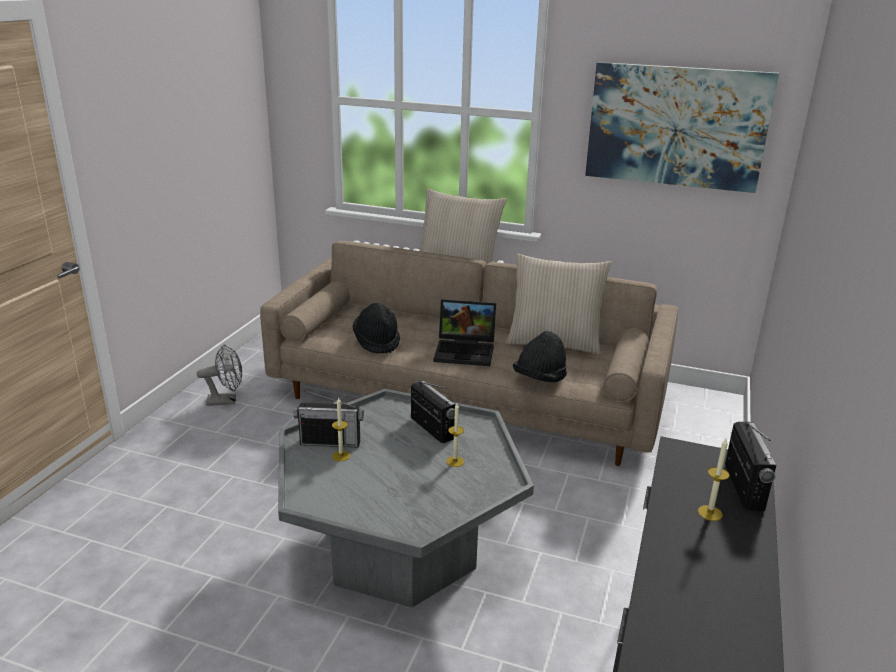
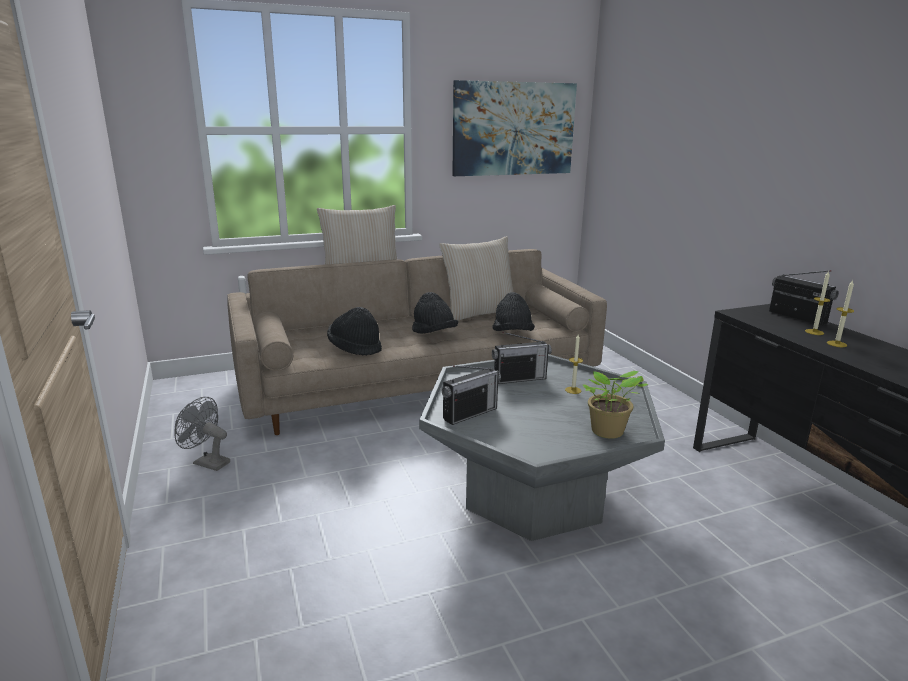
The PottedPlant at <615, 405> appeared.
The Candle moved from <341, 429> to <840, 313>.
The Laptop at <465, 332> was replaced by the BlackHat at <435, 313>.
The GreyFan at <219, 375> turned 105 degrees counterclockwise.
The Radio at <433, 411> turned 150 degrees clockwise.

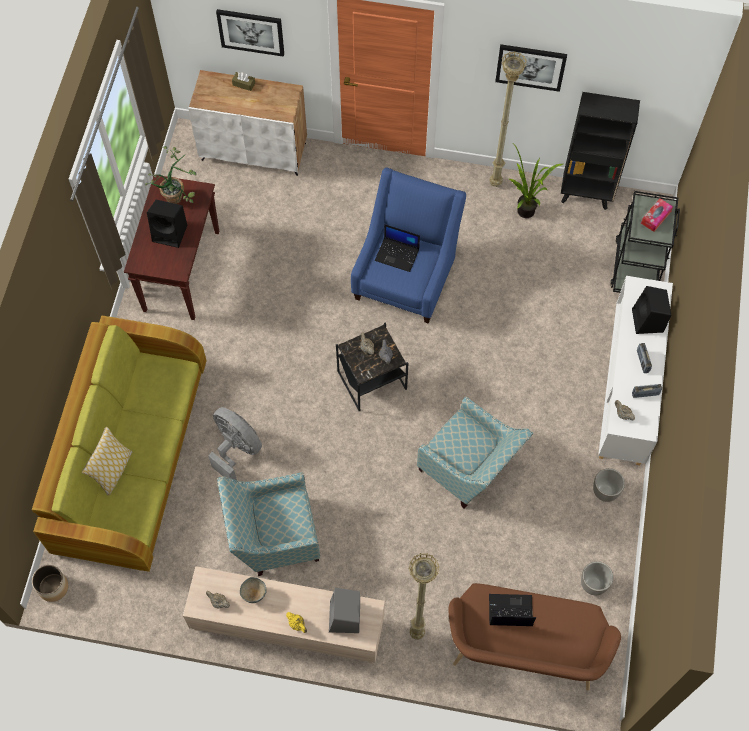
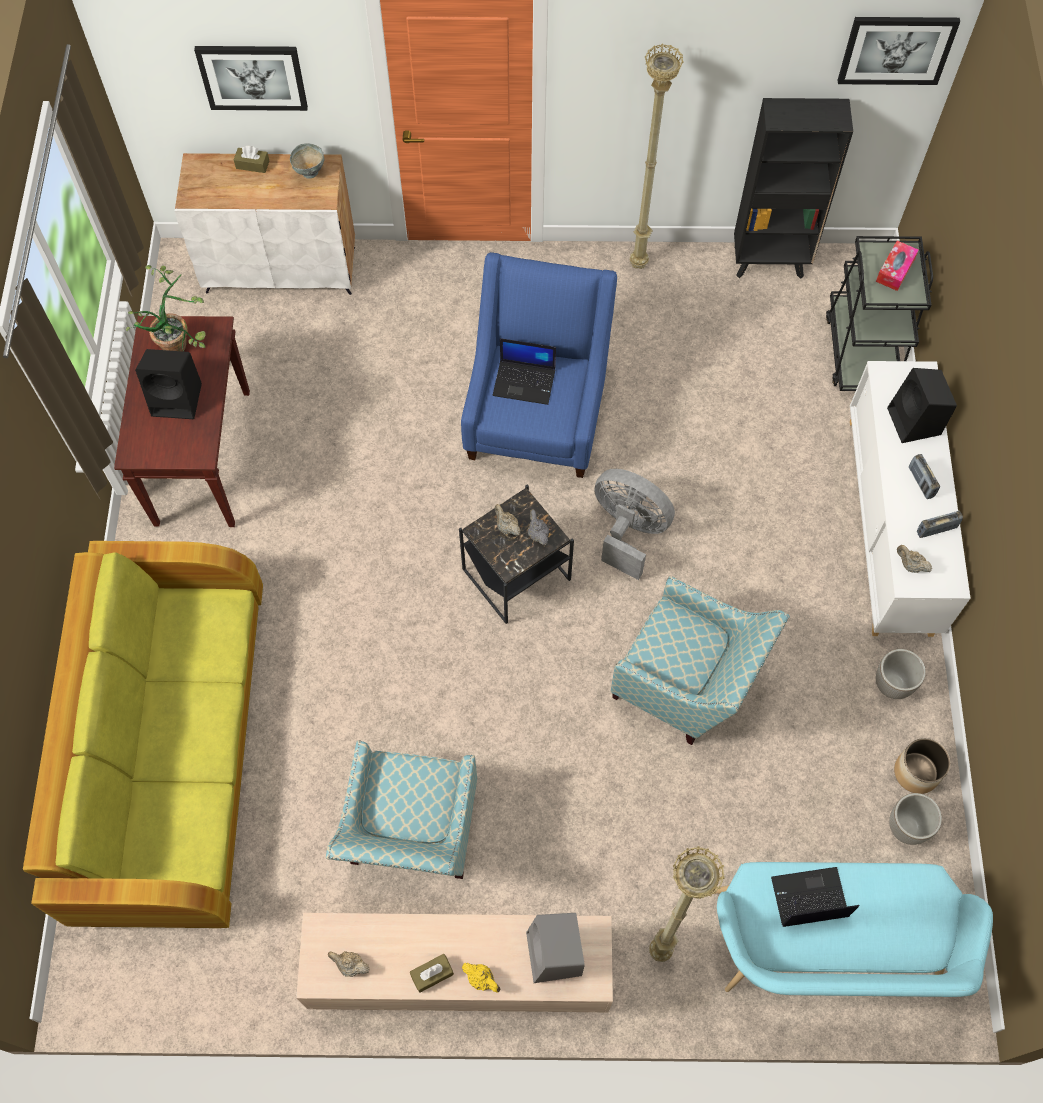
The Pillow at <107, 461> disappeared.
The PottedPlant at <536, 181> disappeared.
The BrownTissueBox at <432, 973> appeared.
The Planter moved from <50, 583> to <922, 766>.
The GreyFan moved from <235, 443> to <634, 524>.
The GreyBowl moved from <253, 590> to <307, 161>.
The Picture moved from <531, 68> to <899, 51>.
The BrownBench at <535, 636> became the TurquoiseBench at <852, 929>.
The Armchair at <268, 524> turned 60 degrees counterclockwise.

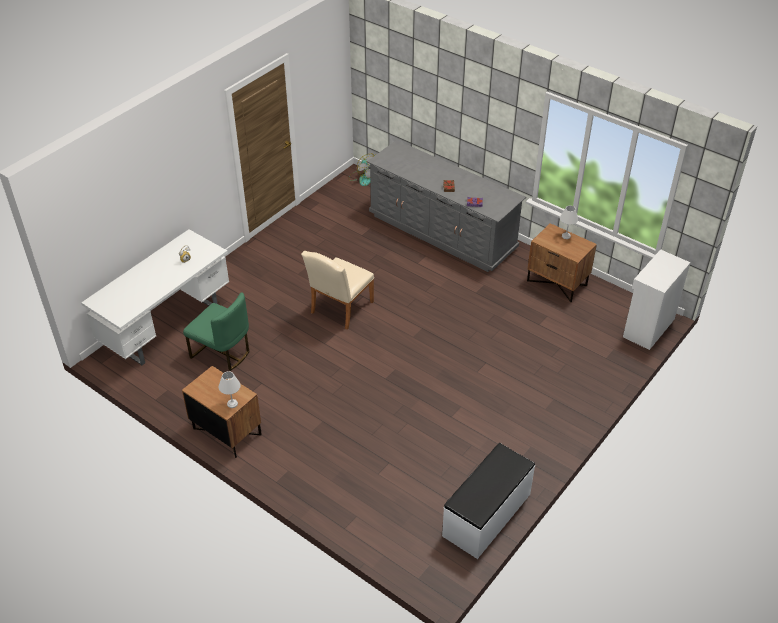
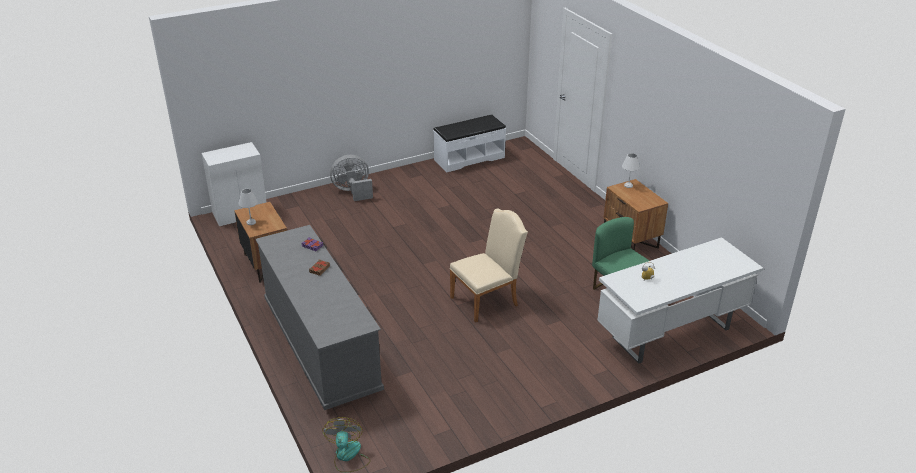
The GreyFan at <351, 178> appeared.

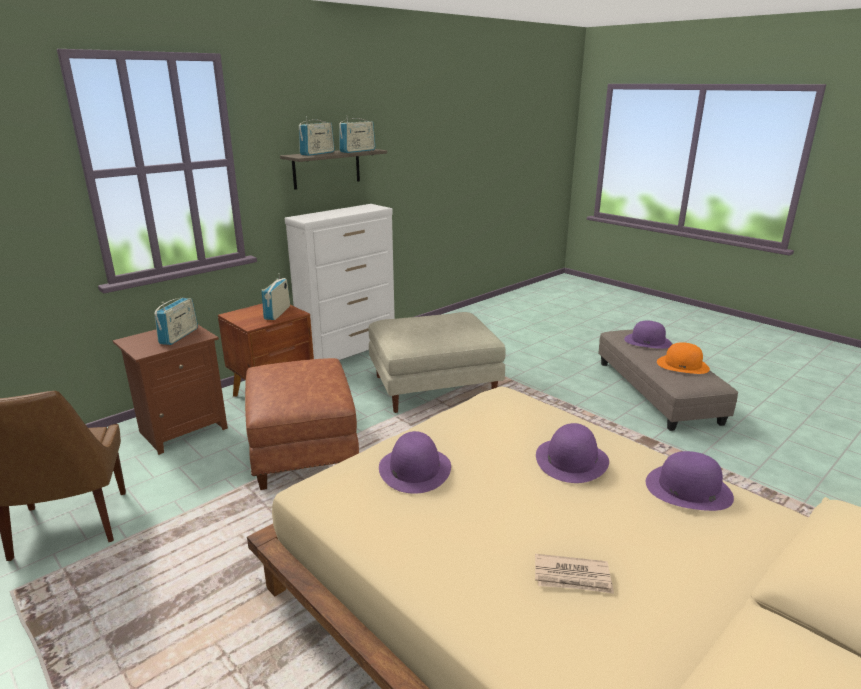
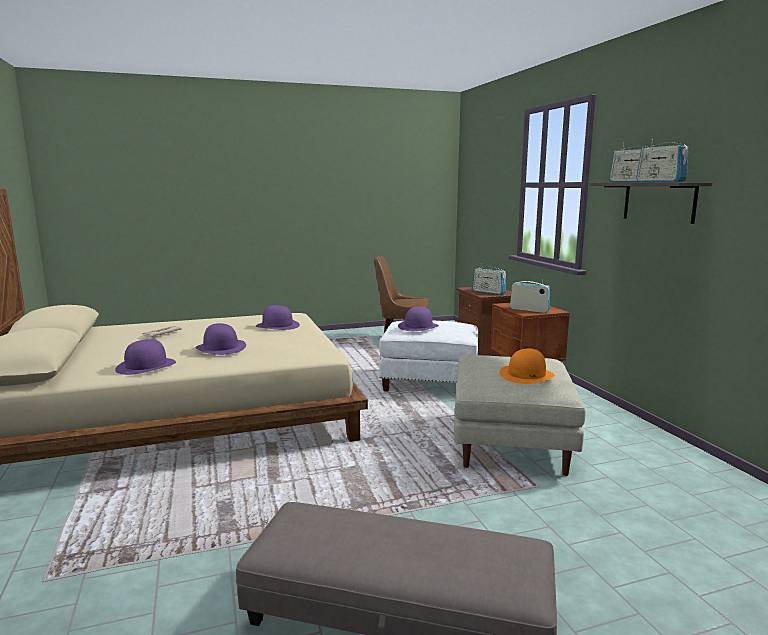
The WhiteDresser at <340, 282> disappeared.
The PurpleHat moved from <648, 335> to <418, 319>.
The OrangeHat moved from <683, 358> to <527, 366>.
The BrownOttoman at <302, 424> became the WhiteOttoman at <428, 356>.

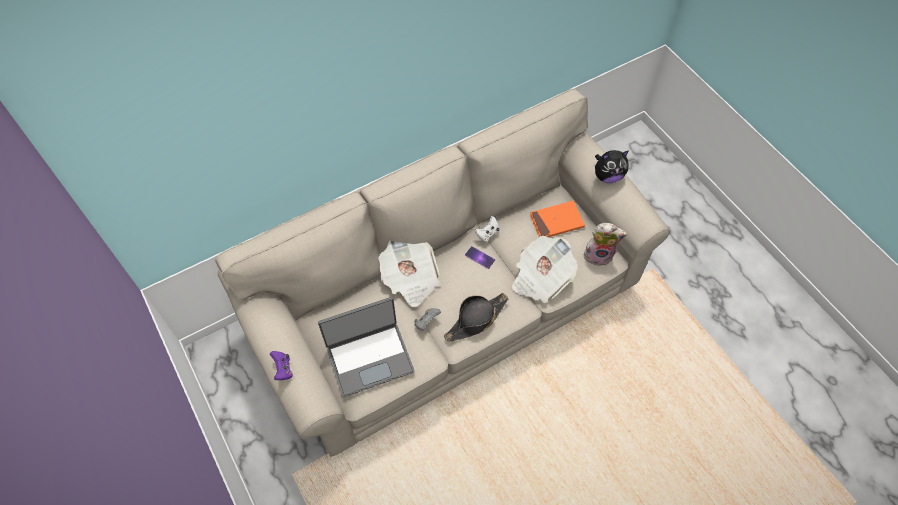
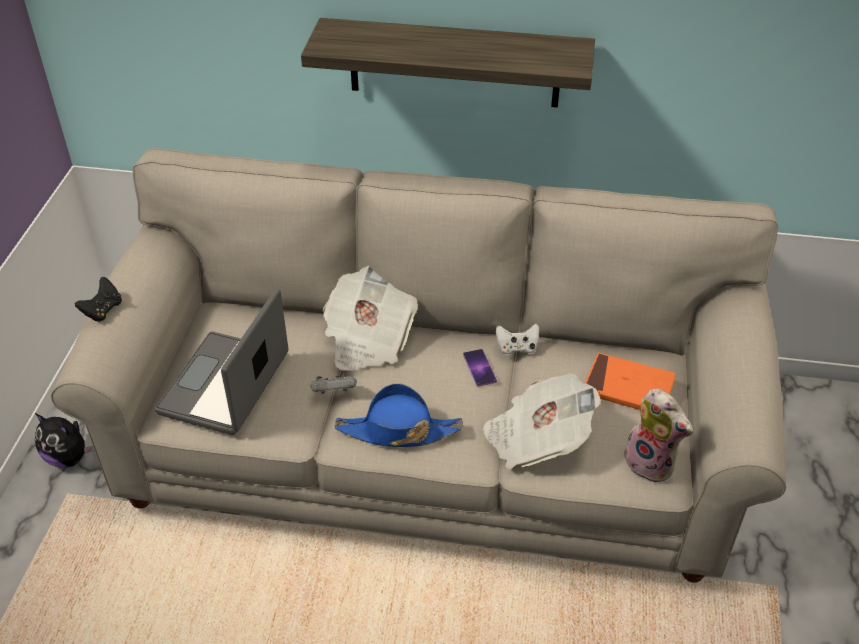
The Shelf at <448, 63> appeared.
The PlushToy moved from <612, 166> to <65, 440>.
The PurpleGameController at <281, 365> became the BlackGameController at <98, 299>.
The BlackHat at <476, 317> became the BlueHat at <399, 415>.
The Laptop at <366, 347> turned 90 degrees clockwise.

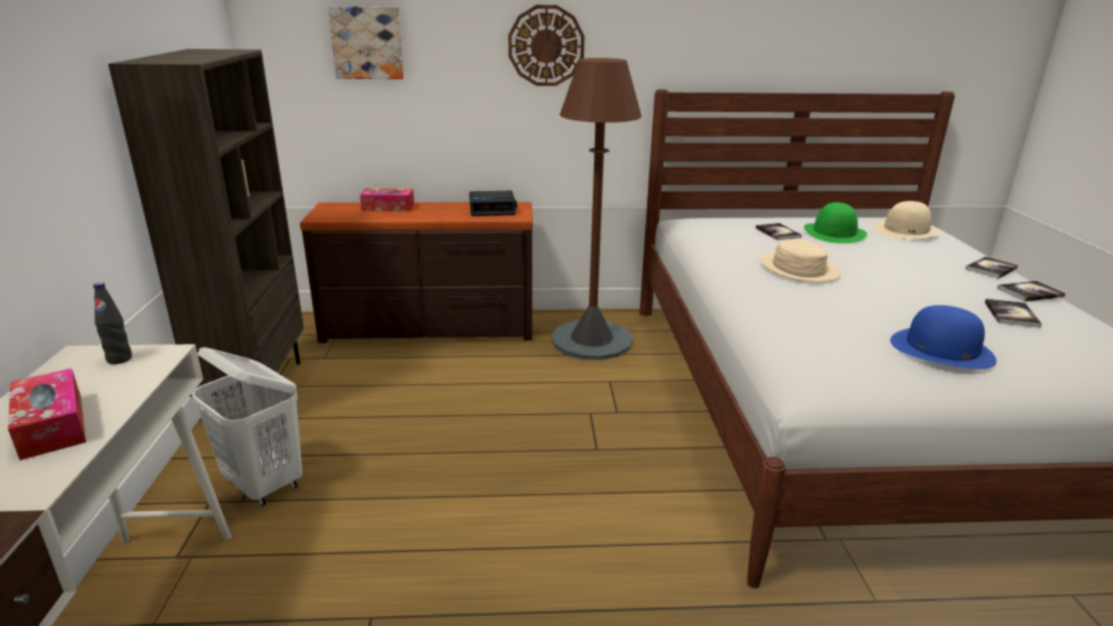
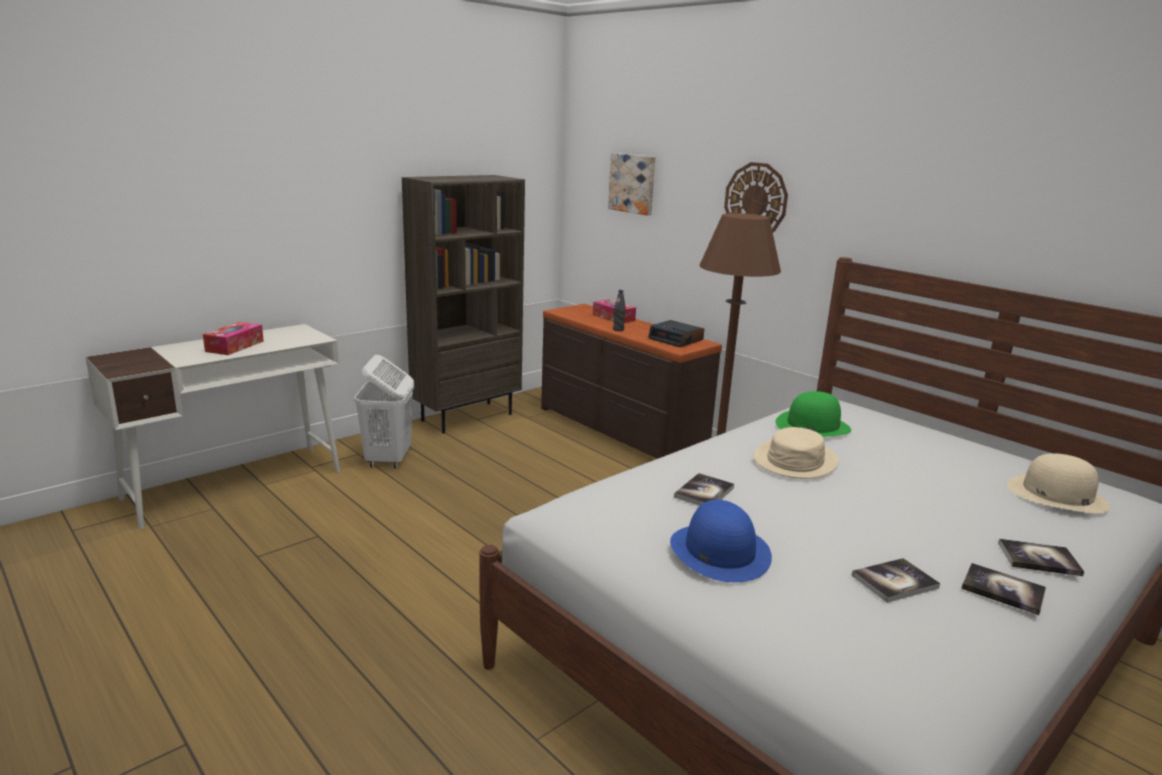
The BlackBottle moved from <112, 323> to <619, 310>.
The Book moved from <779, 231> to <704, 489>.
The GreenHat moved from <835, 223> to <813, 414>.

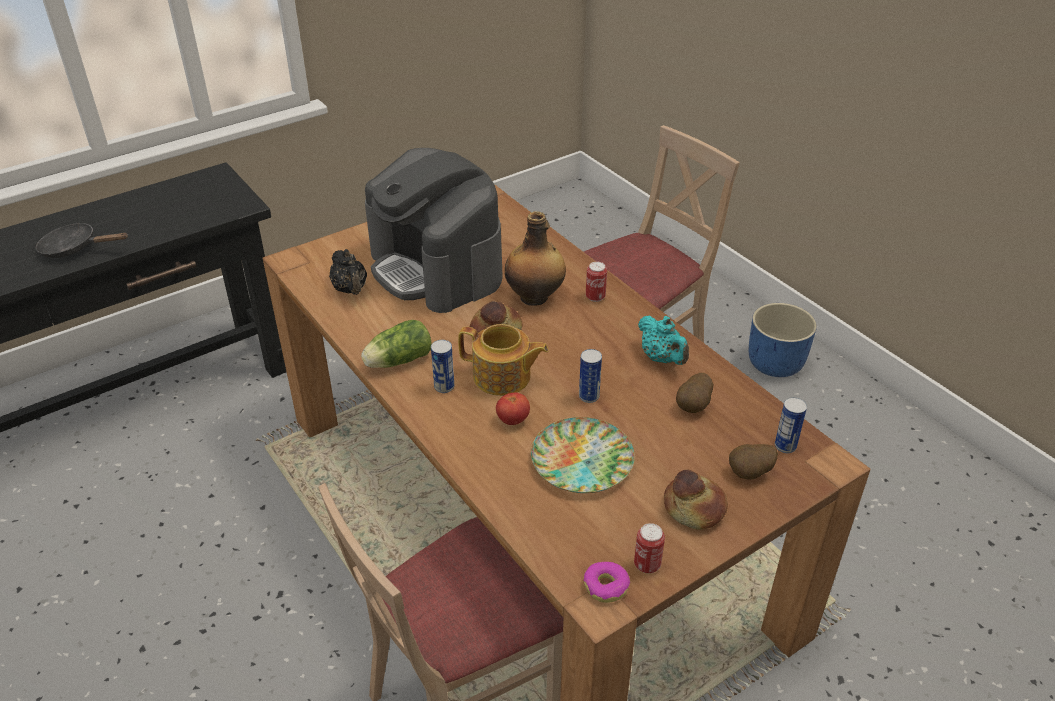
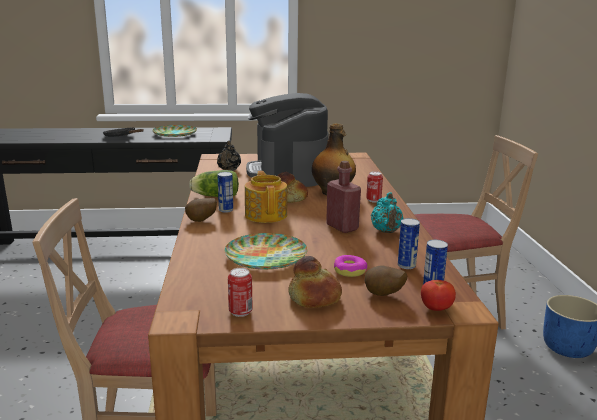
The Plate at <174, 131> appeared.
The RedBottle at <343, 197> appeared.
The Tomato moved from <513, 408> to <438, 295>.
The Can moved from <590, 376> to <409, 243>.
The Donut moved from <607, 582> to <351, 266>.
The Potato moved from <694, 393> to <201, 210>.
The Teapot at <503, 360> turned 150 degrees counterclockwise.

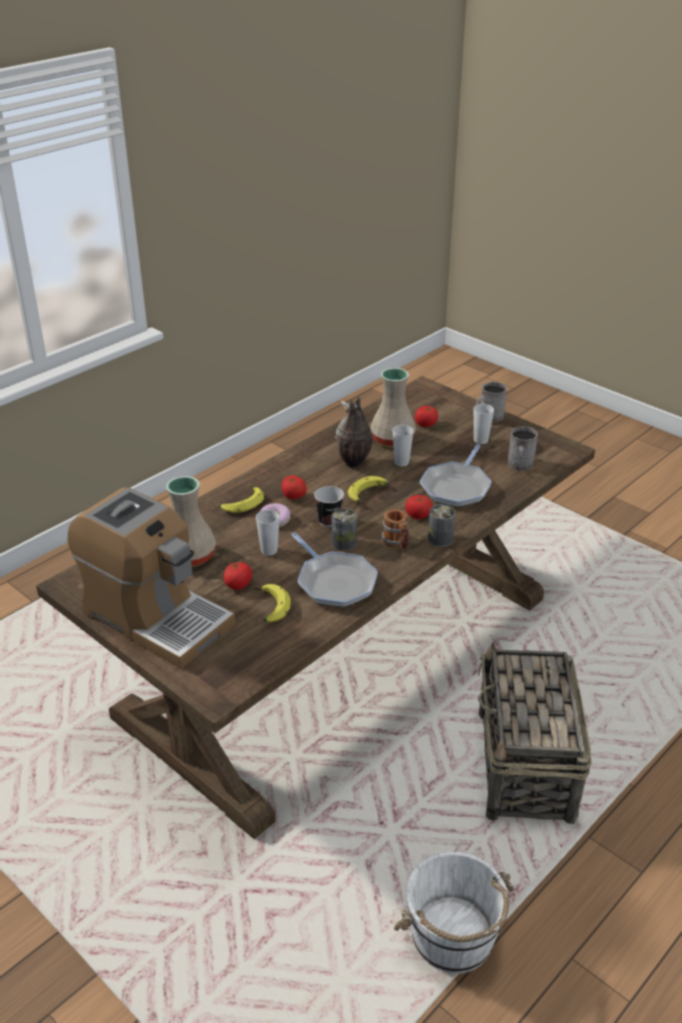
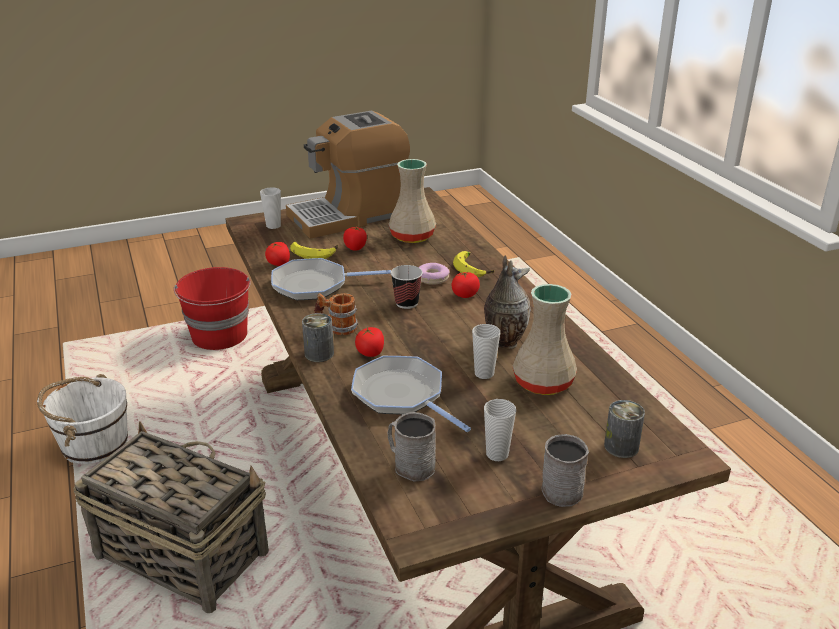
The Banana at <368, 490> disappeared.
The RedBucket at <212, 308> appeared.
The Cup moved from <268, 533> to <270, 208>.
The Can moved from <344, 529> to <624, 429>.
The Tomato moved from <426, 416> to <277, 254>.

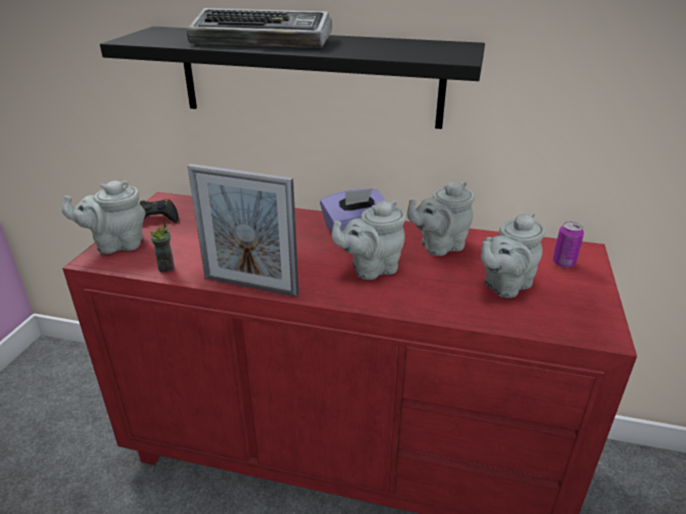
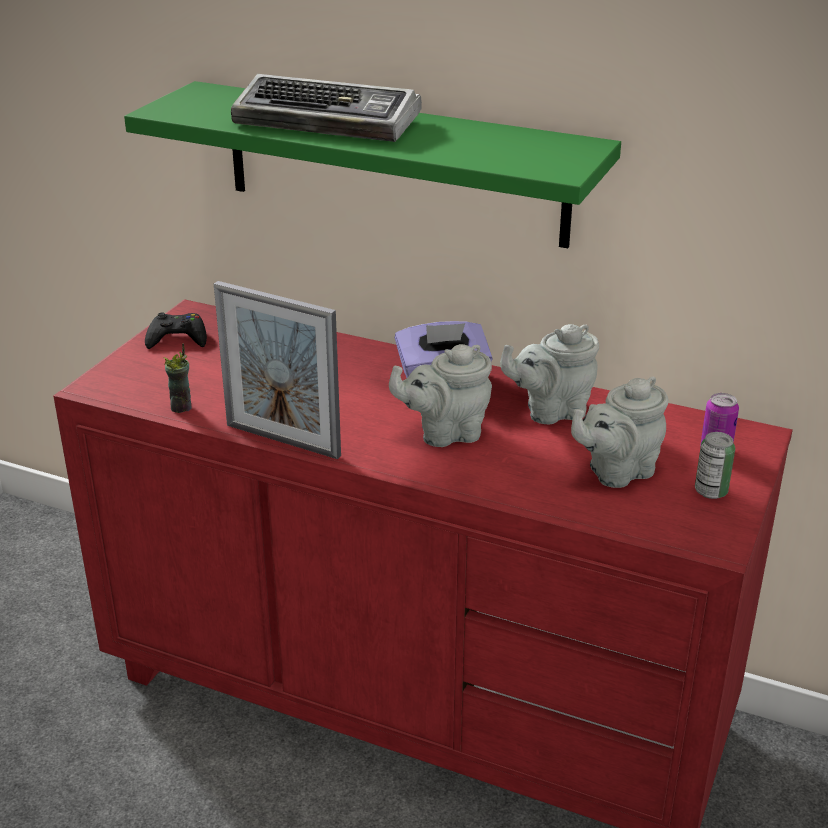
The GreyTeapot at <104, 217> disappeared.
The Can at <715, 465> appeared.
The BlackShelf at <292, 77> became the GreenShelf at <372, 164>.

